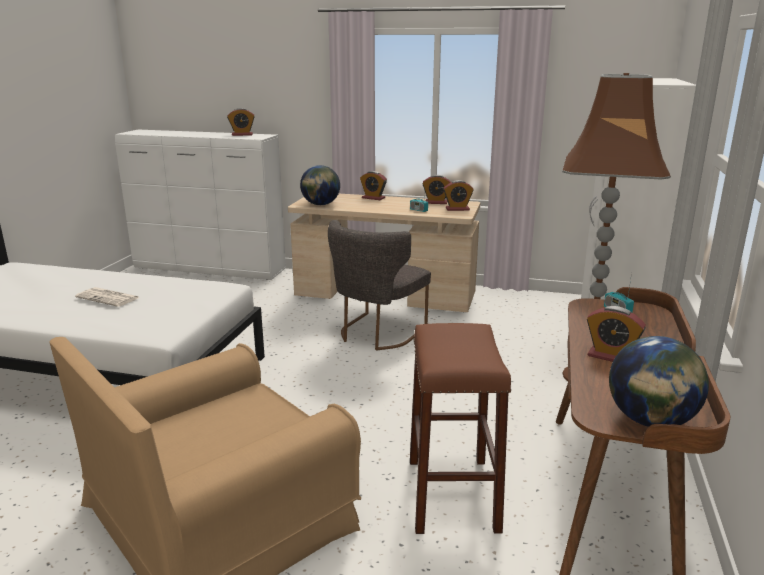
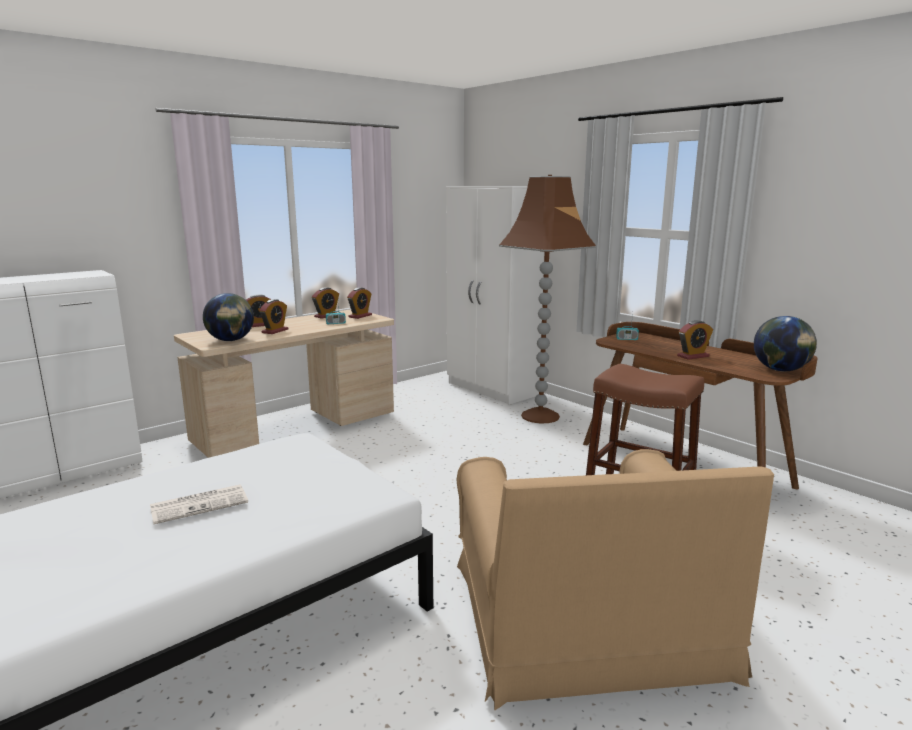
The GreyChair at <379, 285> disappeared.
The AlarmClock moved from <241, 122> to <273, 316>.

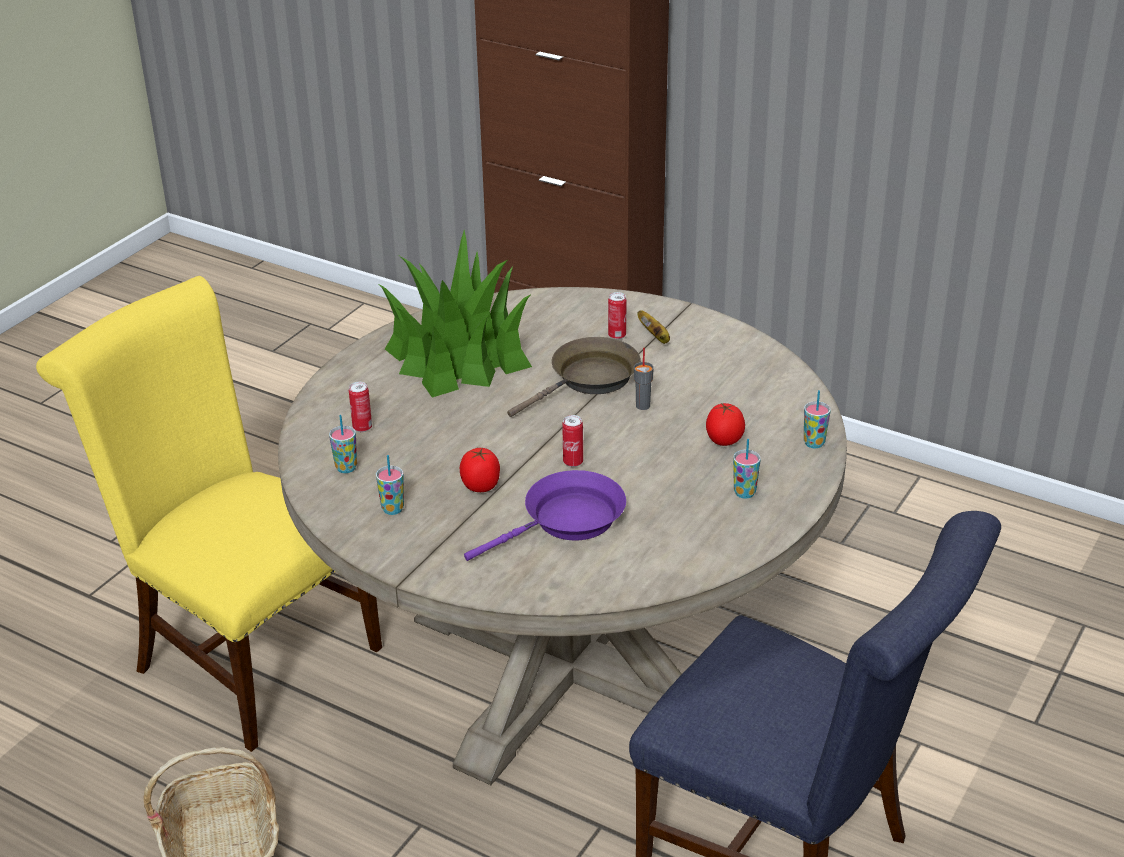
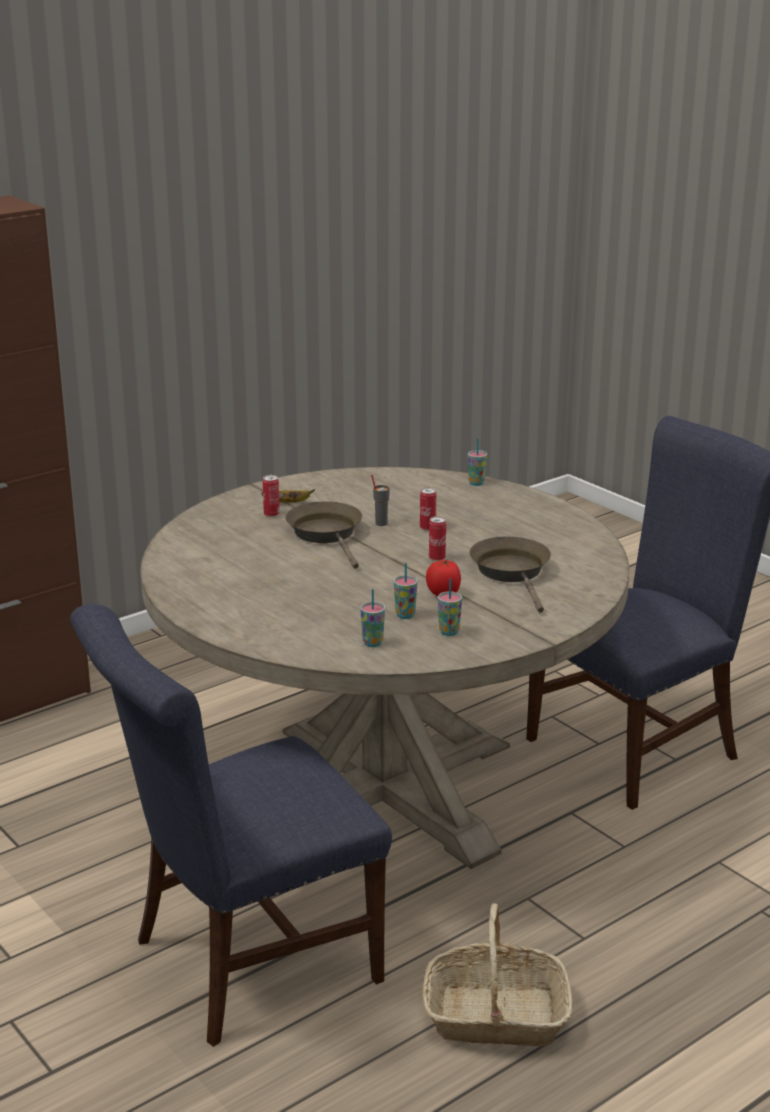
The PottedPlant at <454, 313> disappeared.
The Tomato at <725, 424> disappeared.
The Can moved from <360, 407> to <428, 509>.
The Cup moved from <747, 469> to <406, 591>.
The YellowChair at <209, 514> became the BlueChair at <231, 825>.
The PurpleFryingPan at <545, 515> became the BrownFryingPan at <510, 574>.

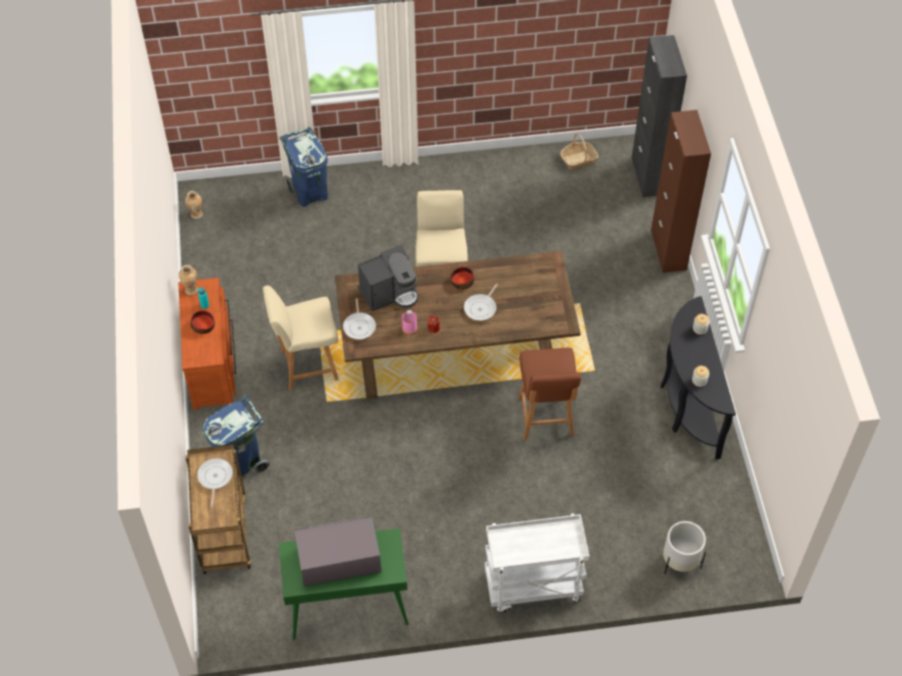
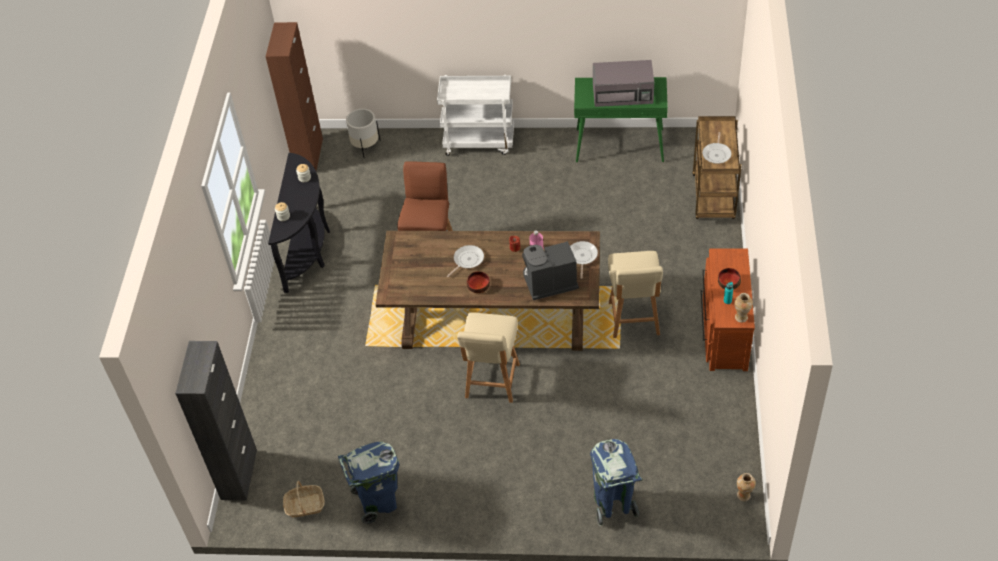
The BlueTrashCan moved from <236, 438> to <368, 483>.
The BrownCabinet moved from <681, 191> to <294, 96>.
The BeigeChair at <301, 338> turned 90 degrees clockwise.

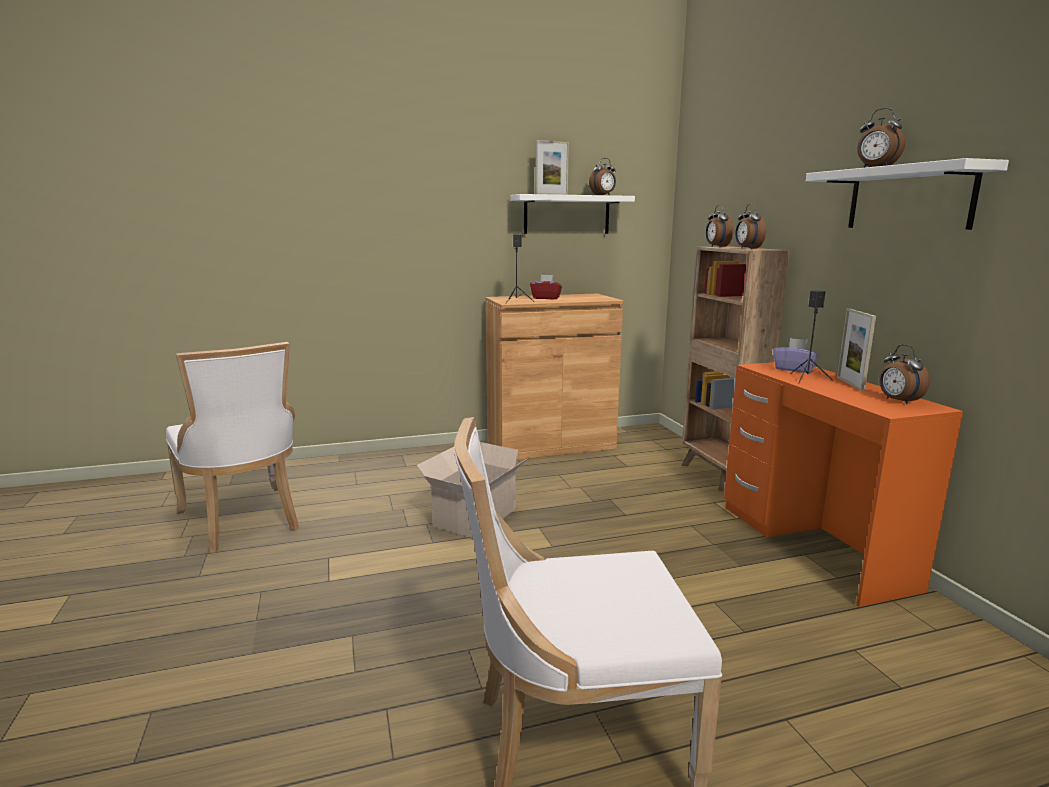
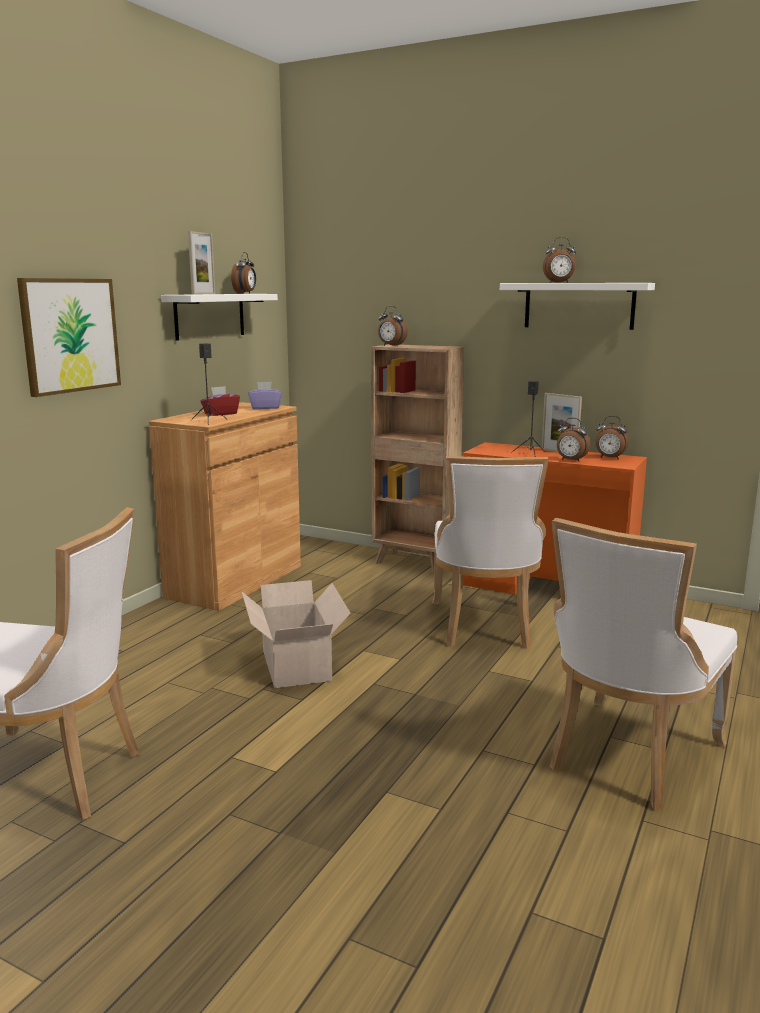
The Picture at <69, 337> appeared.
The WhiteChair at <490, 552> appeared.
The AlarmClock moved from <750, 226> to <573, 439>.
The PurpleTissueBox moved from <796, 355> to <265, 395>.

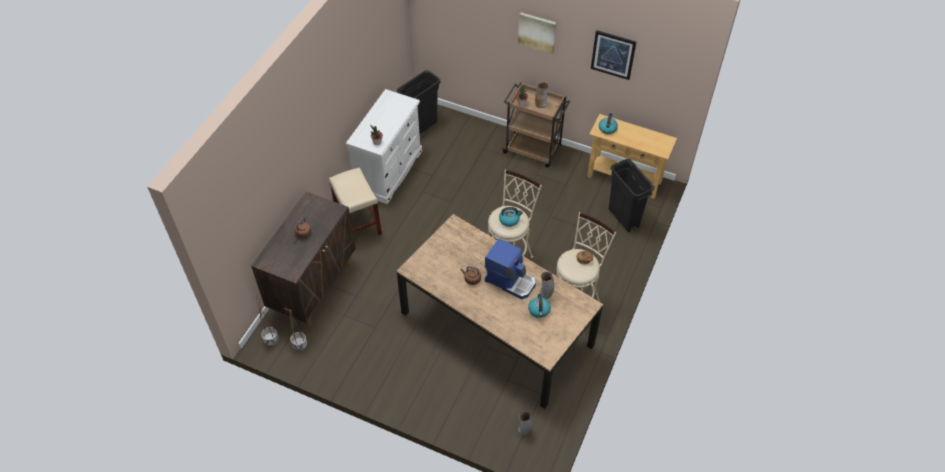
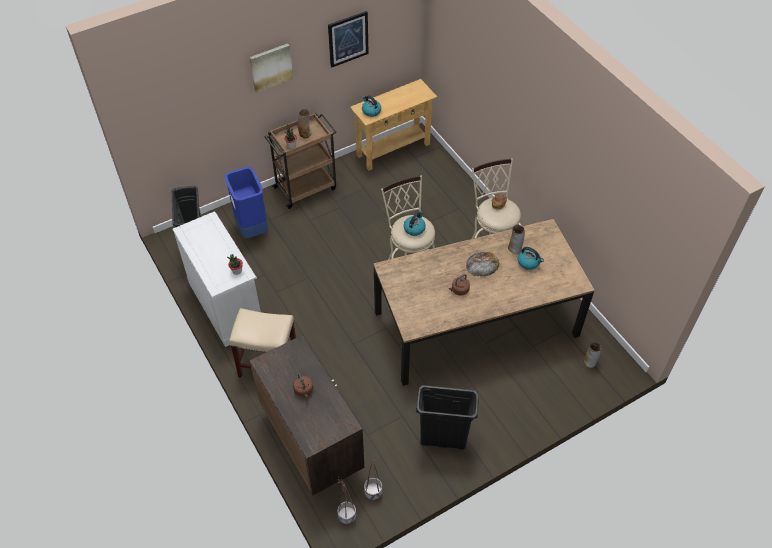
The BlueTrashCan at <246, 202> appeared.
The BlackTrashCan moved from <631, 195> to <447, 417>.
The CoffeeMachine at <510, 269> was replaced by the Bread at <483, 264>.

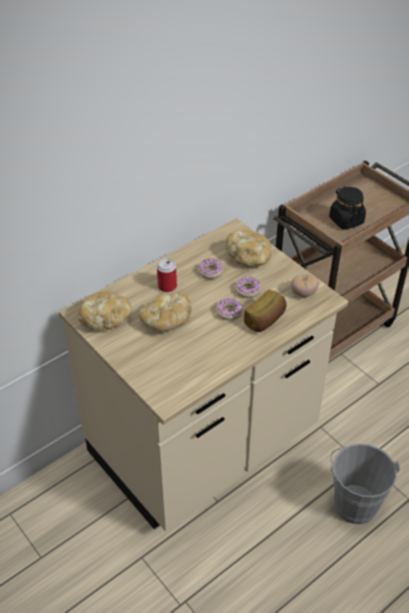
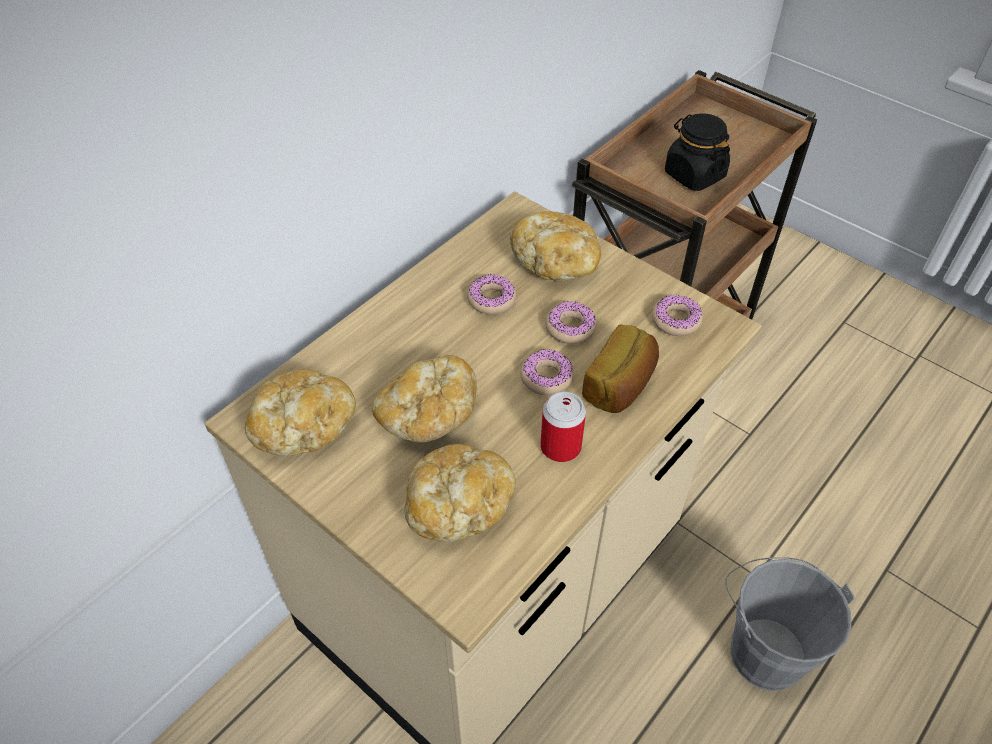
The Bread at <460, 493> appeared.
The Can moved from <167, 275> to <563, 427>.
The Tomato at <305, 285> was replaced by the Donut at <677, 315>.

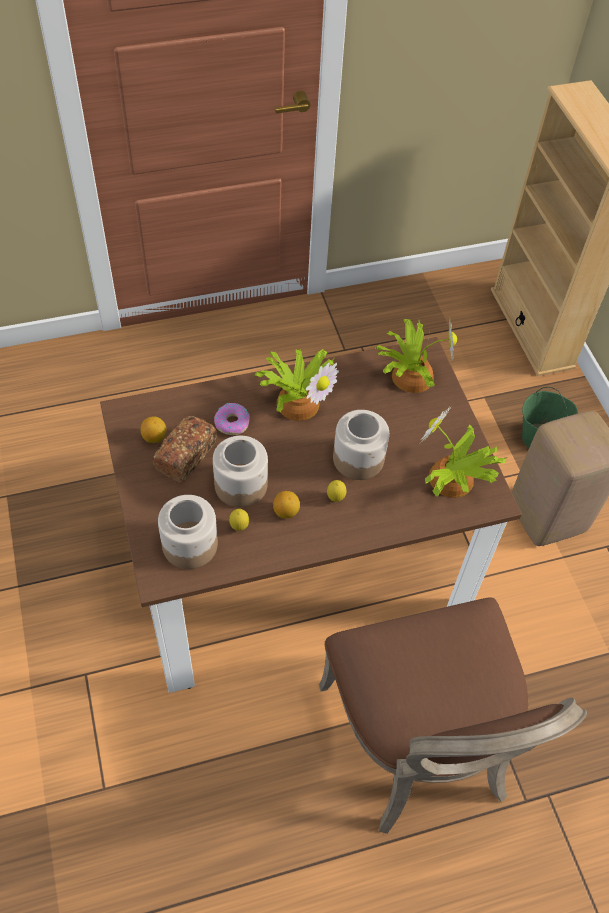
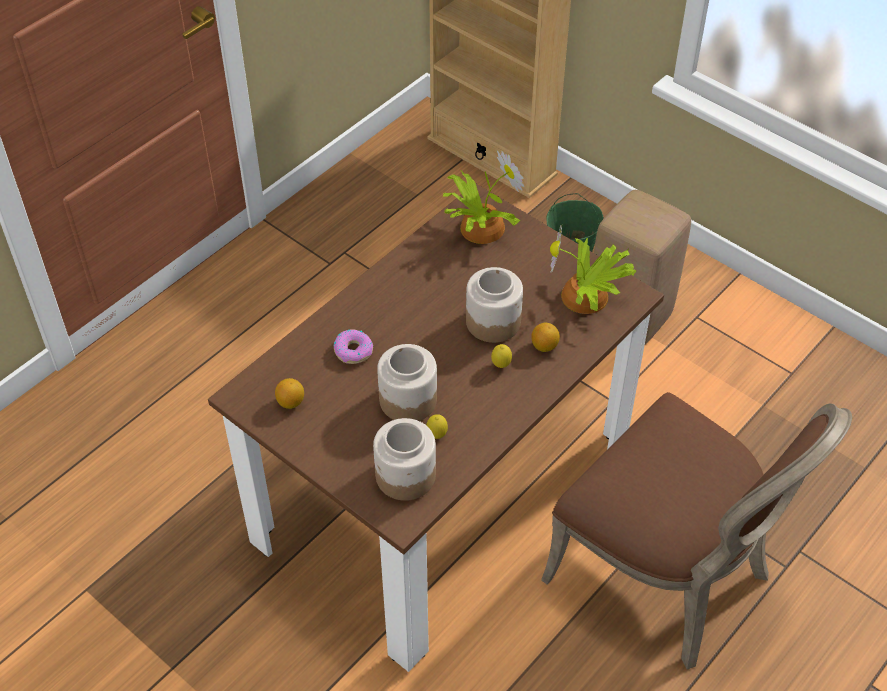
The Bread at <185, 450> disappeared.
The PottedPlant at <296, 385> disappeared.
The Lemon moved from <286, 505> to <545, 337>.

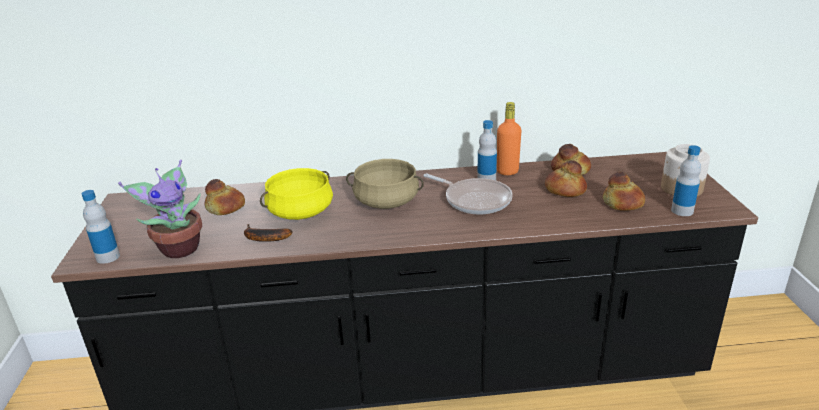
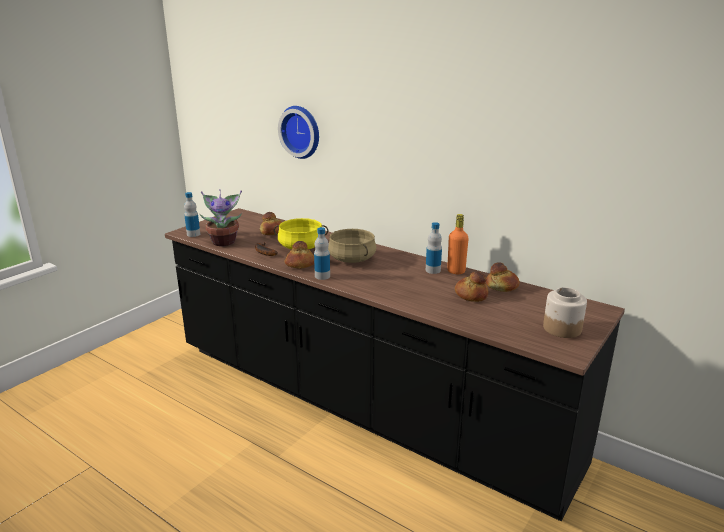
The FryingPan at <468, 194> disappeared.
The WallClock at <298, 132> appeared.
The Bread moved from <624, 191> to <299, 255>.
The Bottle moved from <686, 180> to <322, 253>.

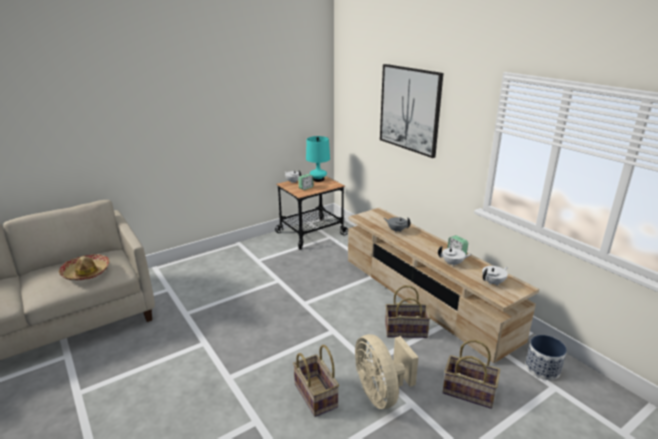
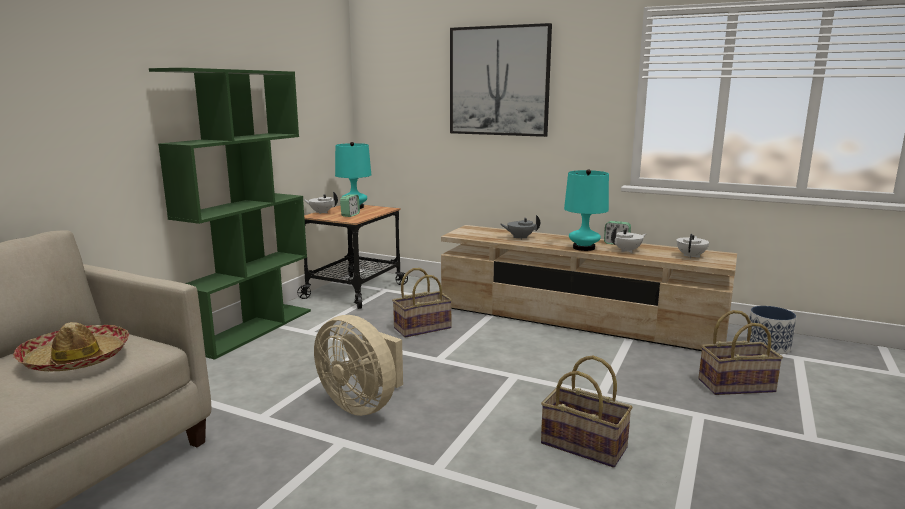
The GreenBookcase at <230, 214> appeared.
The TurquoiseTableLamp at <586, 210> appeared.
The BeigeFan moved from <386, 371> to <358, 365>.
The Basket moved from <408, 311> to <422, 303>.

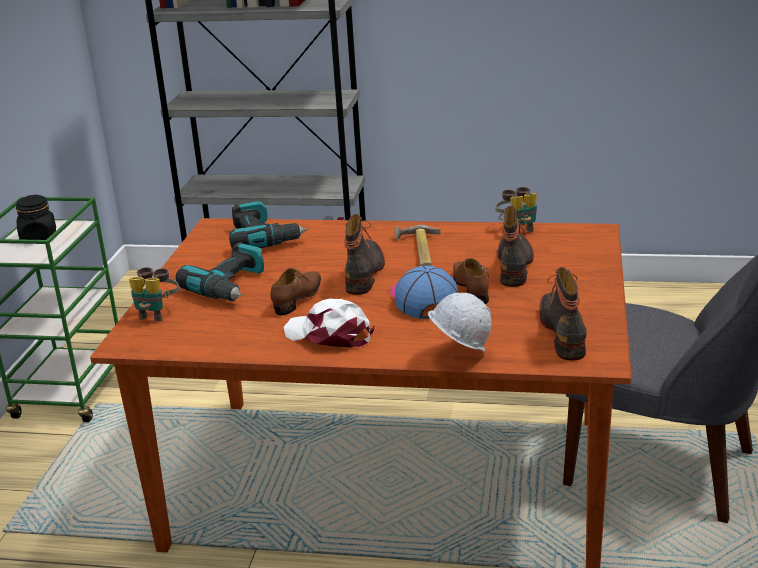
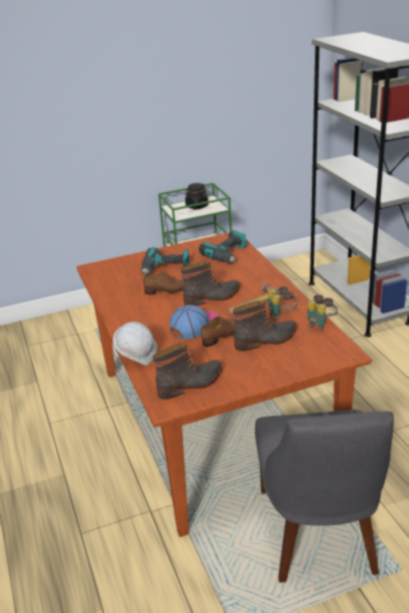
The WhiteCap at <329, 323> disappeared.
The Binoculars moved from <154, 294> to <282, 303>.

